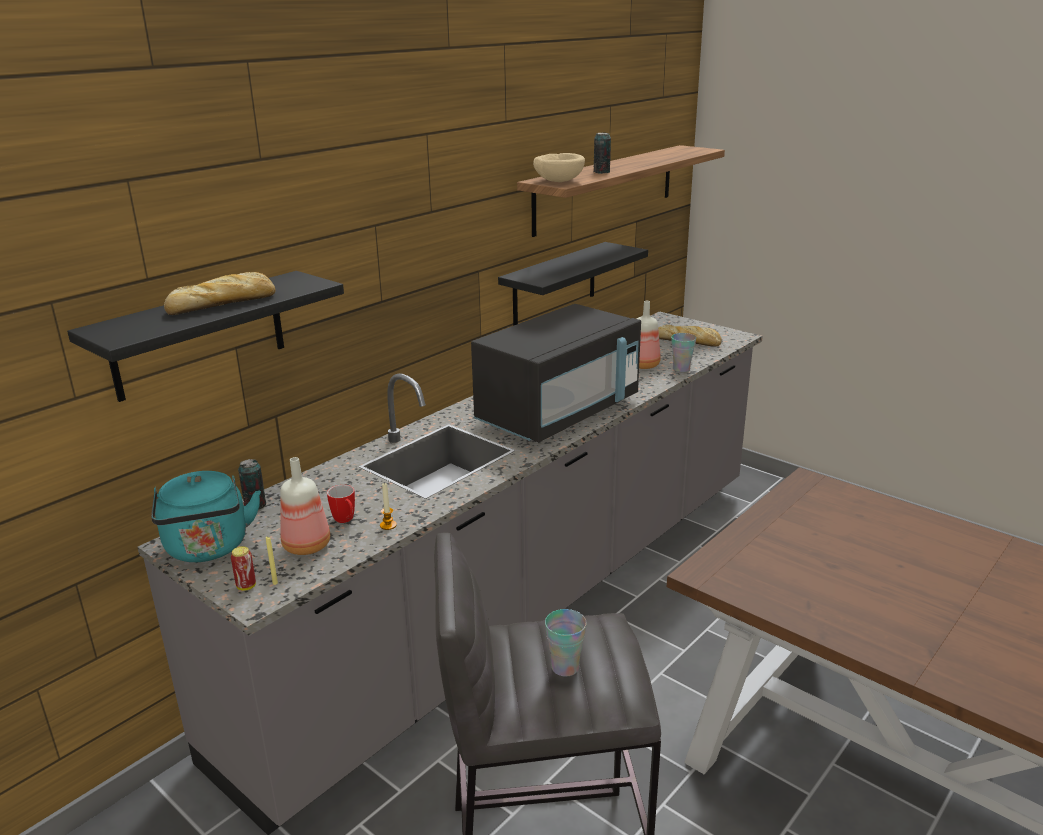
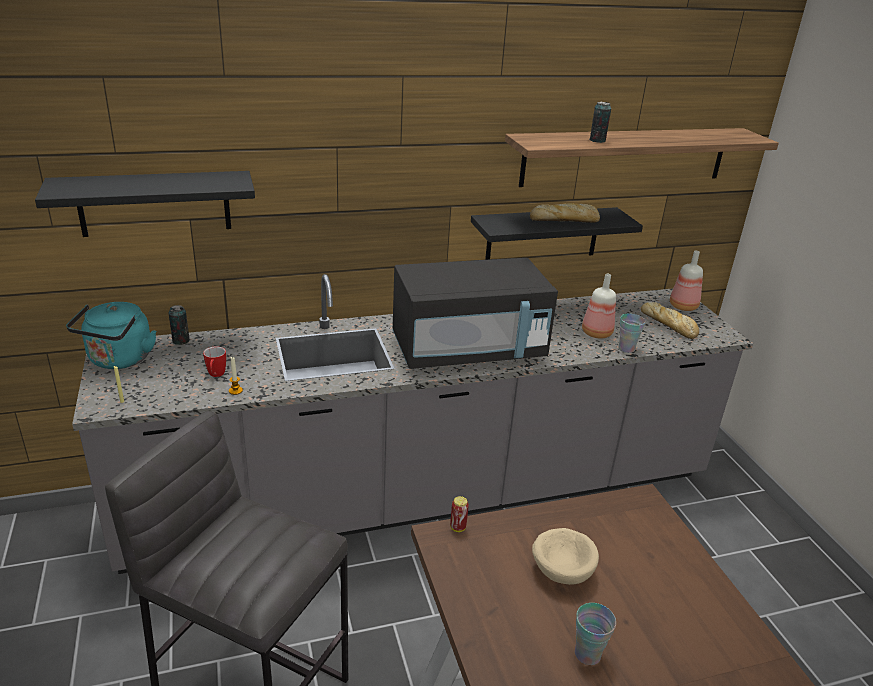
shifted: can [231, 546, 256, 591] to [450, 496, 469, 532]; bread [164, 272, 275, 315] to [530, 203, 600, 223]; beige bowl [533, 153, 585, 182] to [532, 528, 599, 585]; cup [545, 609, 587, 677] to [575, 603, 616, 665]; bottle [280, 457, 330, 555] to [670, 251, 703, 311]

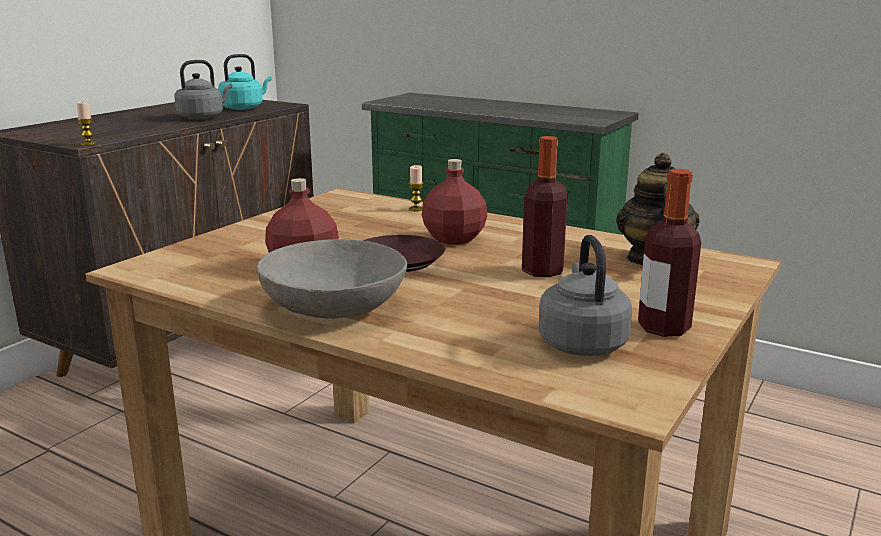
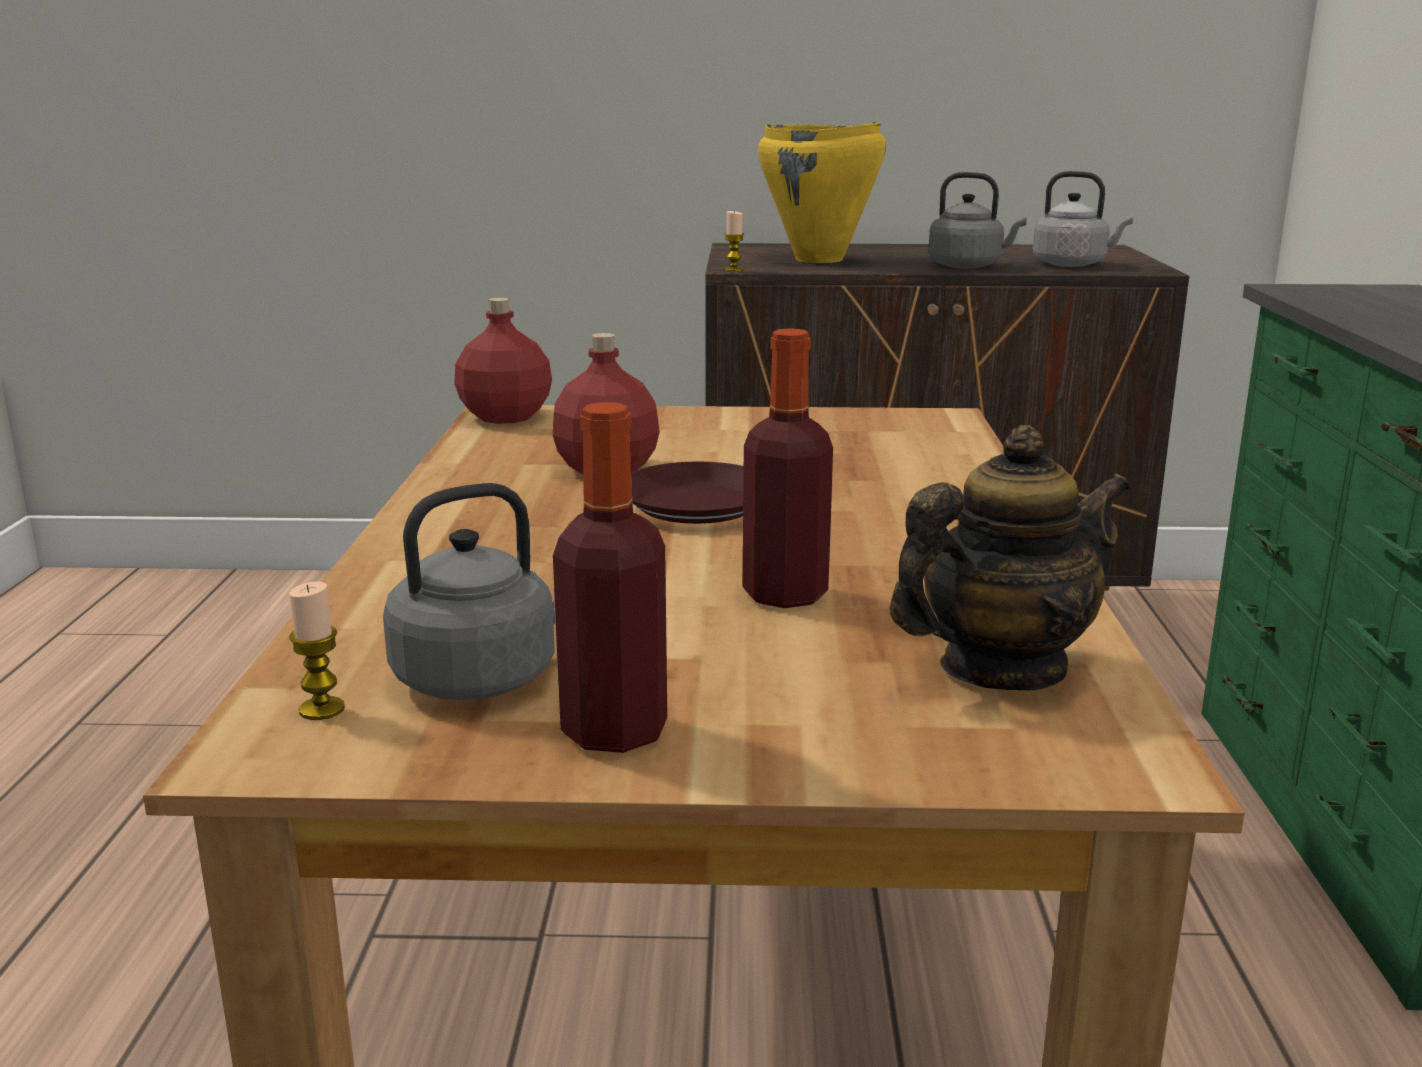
gone: grey bowl [257, 239, 407, 319]
new: yellow cooking pot [758, 122, 886, 263]
shifted: candle [409, 165, 424, 211] to [289, 581, 345, 720]; red bottle [422, 159, 487, 245] to [454, 298, 552, 424]
repainted: turquoise kettle [218, 54, 272, 110] to grey kettle [1033, 171, 1133, 267]

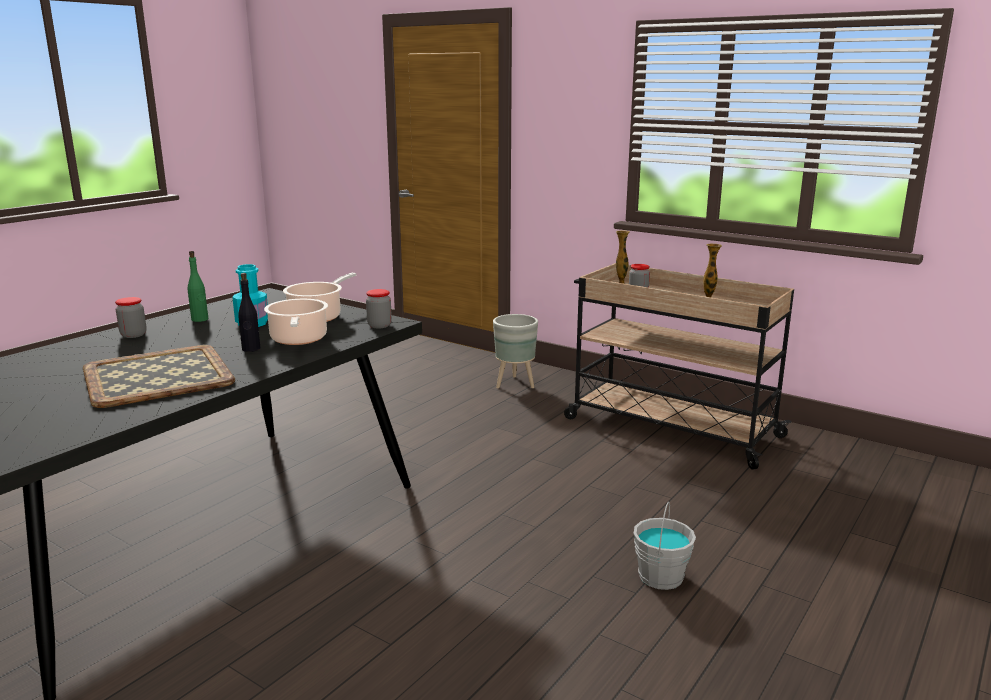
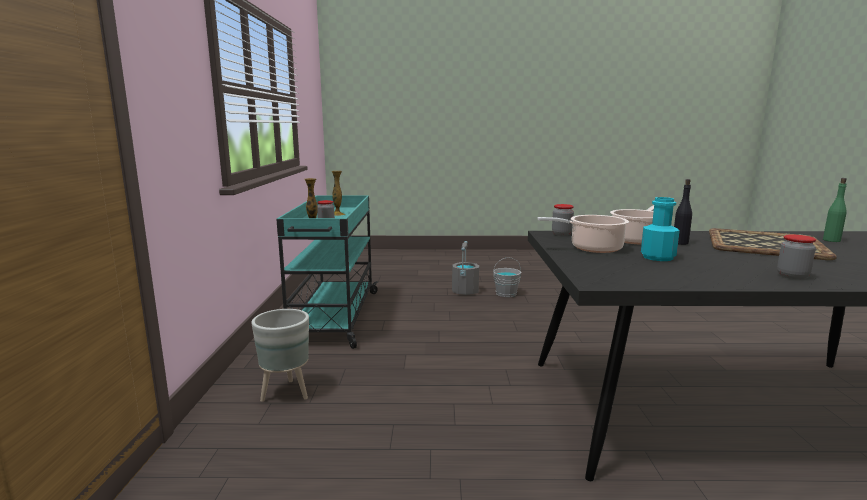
new: grey bucket [452, 241, 479, 295]
shifted: green bottle [188, 251, 208, 322] to [823, 178, 847, 242]
repainted: beige cart [564, 263, 794, 470] to turquoise cart [276, 195, 378, 349]

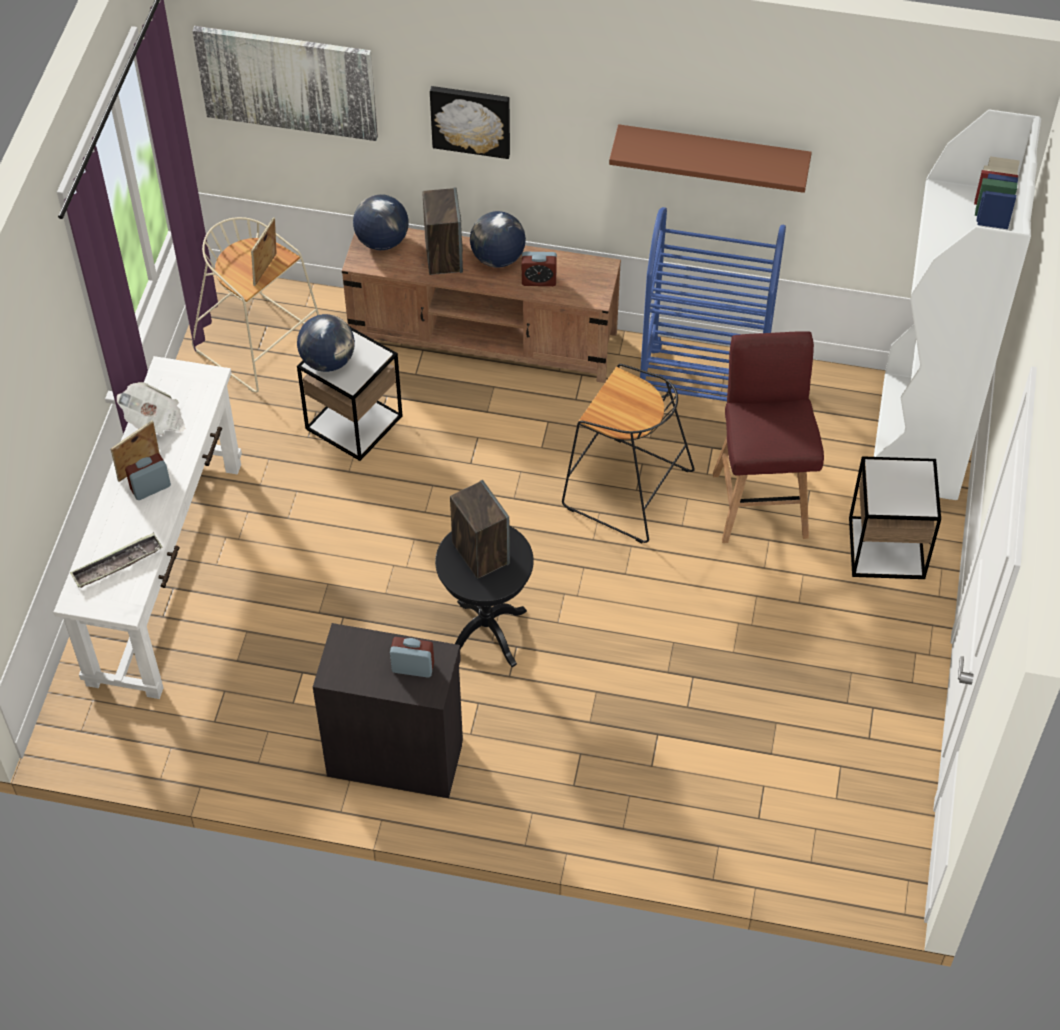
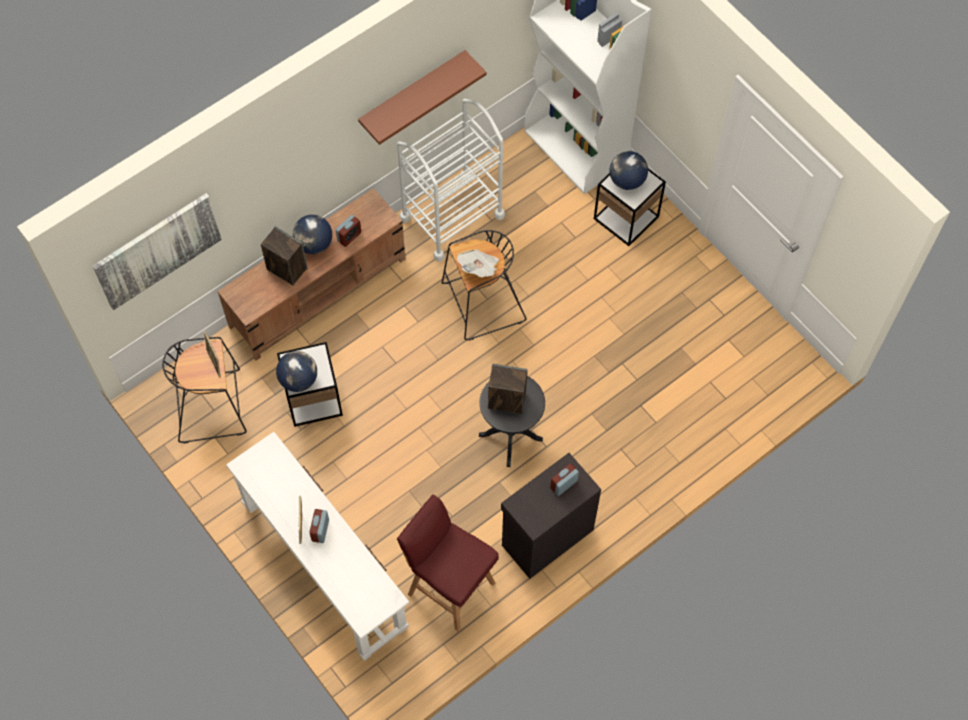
gone: tray [70, 533, 163, 588]; picture [430, 86, 510, 159]
shifted: red stool [713, 331, 824, 543] to [397, 495, 499, 631]; newspaper [117, 382, 185, 435] to [457, 249, 499, 277]; globe [353, 194, 409, 250] to [610, 151, 648, 190]
repainted: beige stool [192, 217, 319, 393] to black stool [162, 337, 247, 443]; blue cart [640, 207, 786, 401] to white cart [397, 99, 505, 262]

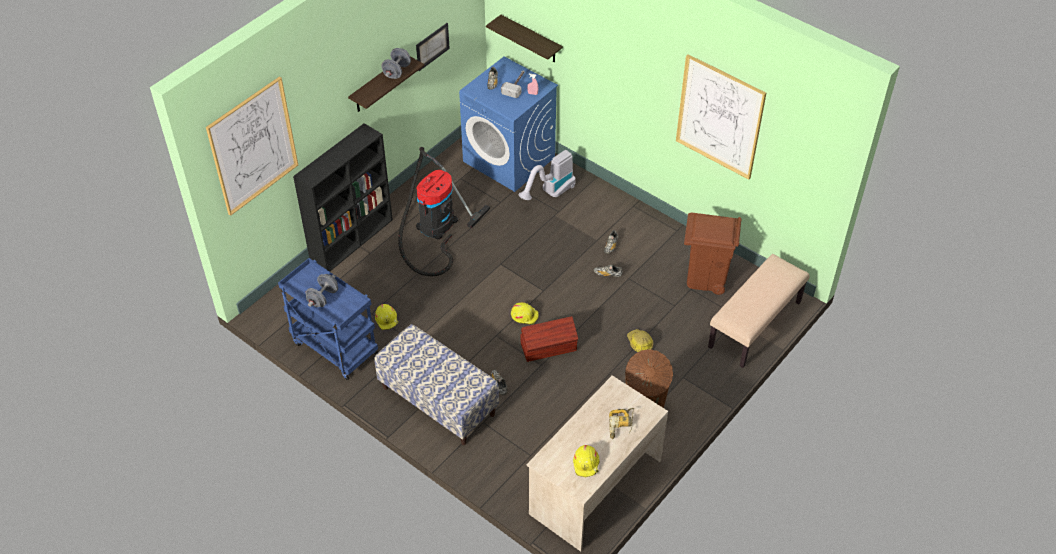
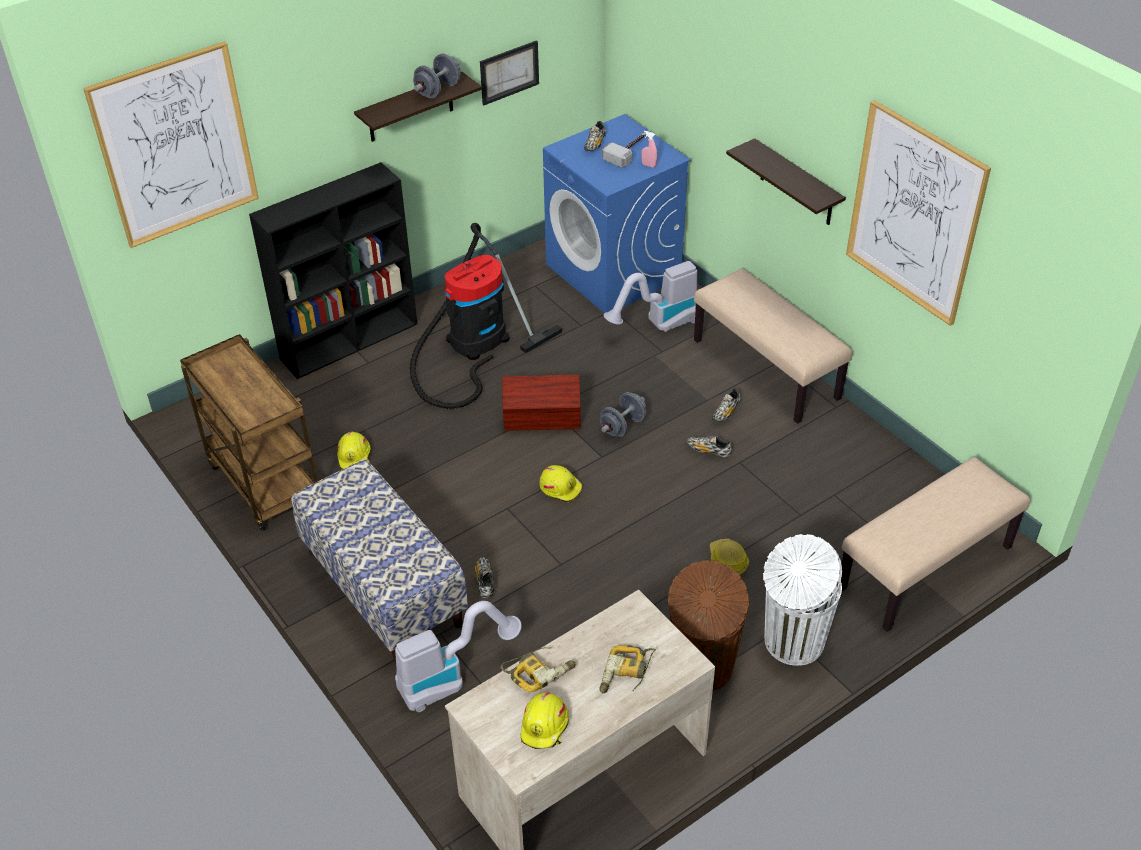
gone: brown trash can [684, 212, 742, 295]
new: vacuum cleaner [395, 601, 522, 712]; power drill [501, 647, 576, 692]; beige bench [694, 268, 852, 424]; white trash can [763, 534, 842, 666]
shifted: brown storage box [520, 316, 578, 362] to [502, 375, 581, 431]; grey dumbbell [306, 274, 338, 307] to [600, 392, 646, 437]; shelf [486, 15, 563, 62] to [726, 138, 846, 225]
repainted: blue cart [278, 258, 378, 380] to brown cart [180, 334, 317, 531]

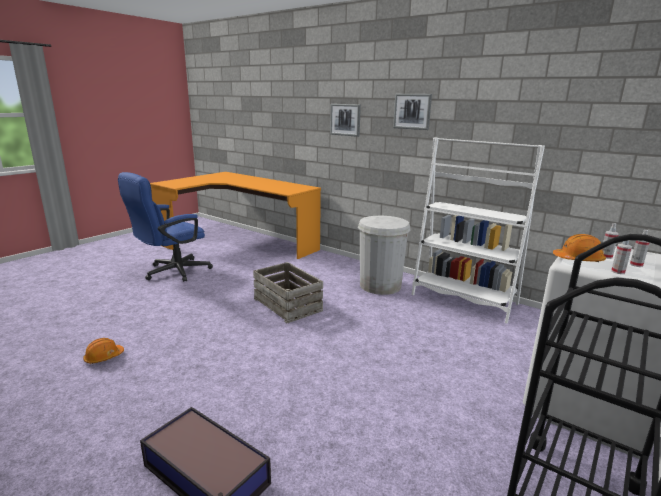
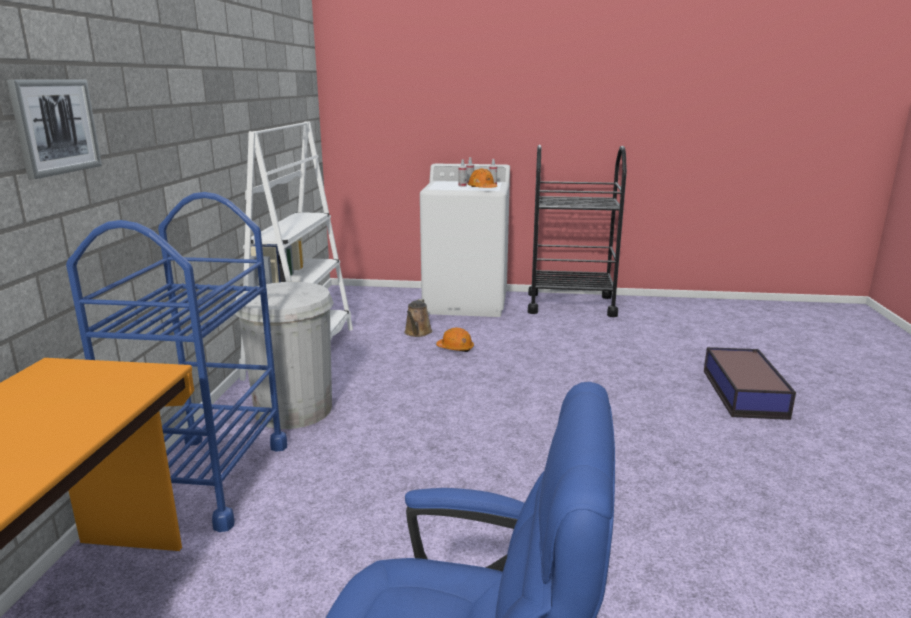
gone: crate [253, 262, 323, 323]; picture [393, 94, 432, 130]
new: blue cart [66, 192, 287, 532]; brown watering can [404, 299, 432, 337]
shifted: orange hard hat [83, 338, 124, 364] to [436, 327, 474, 352]

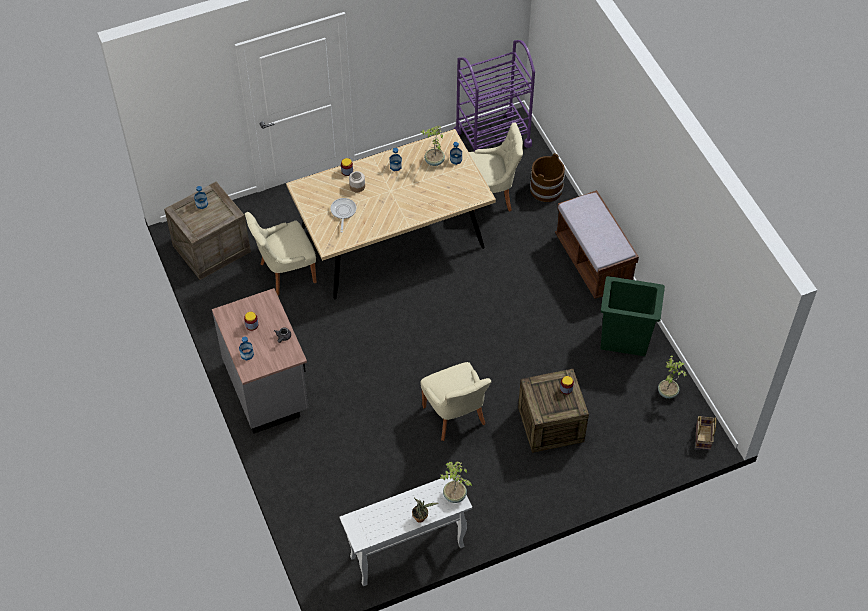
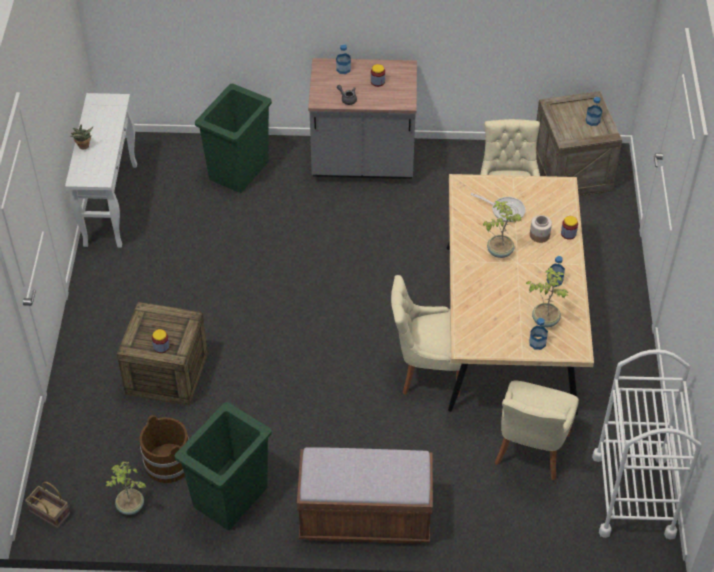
new: green trash can [195, 84, 272, 193]
shifted: brown bucket [530, 153, 565, 202] to [140, 415, 189, 483]; beige chair [420, 362, 492, 441] to [391, 275, 461, 397]; potted plant [439, 462, 472, 503] to [483, 201, 522, 258]
repainted: purple cart [454, 40, 535, 151] to white cart [592, 349, 702, 540]

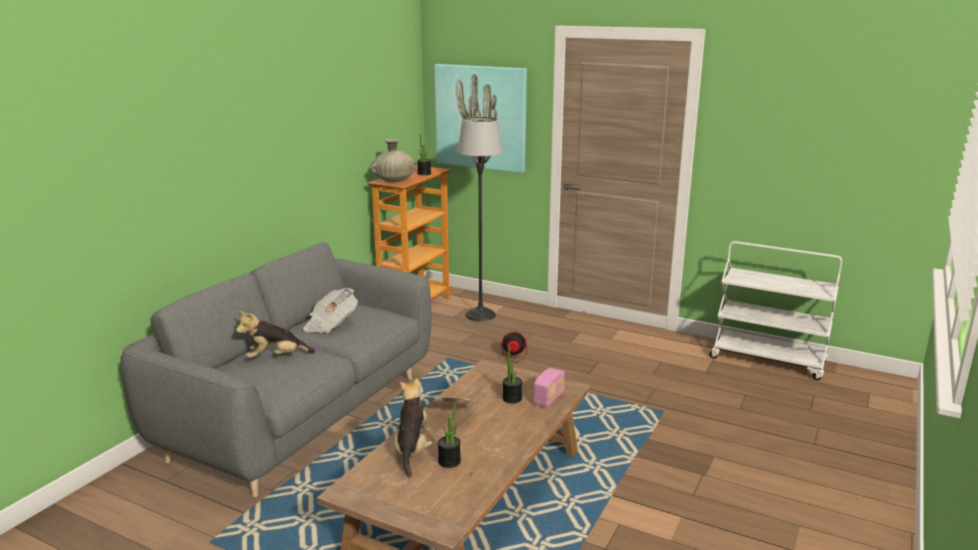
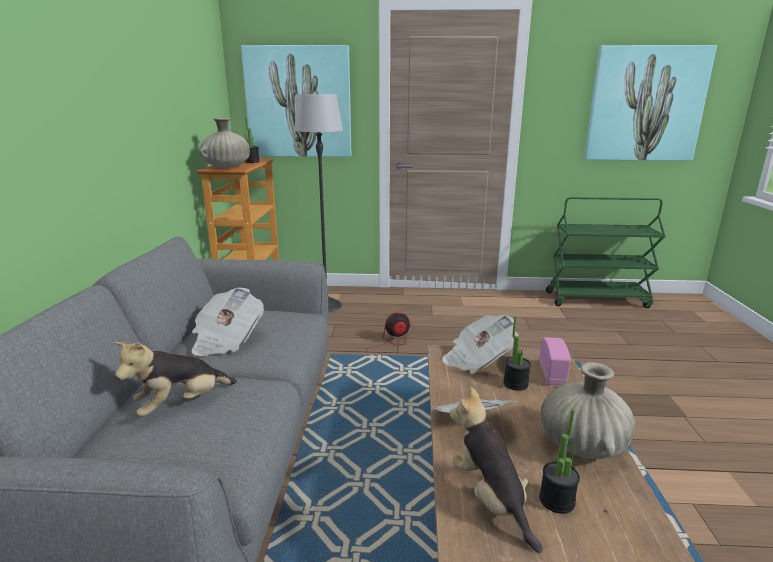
new: newspaper [442, 315, 519, 373]; beige vase [541, 362, 635, 459]; picture [584, 45, 717, 161]
repainted: white cart [709, 241, 842, 380] to green cart [546, 197, 666, 308]

